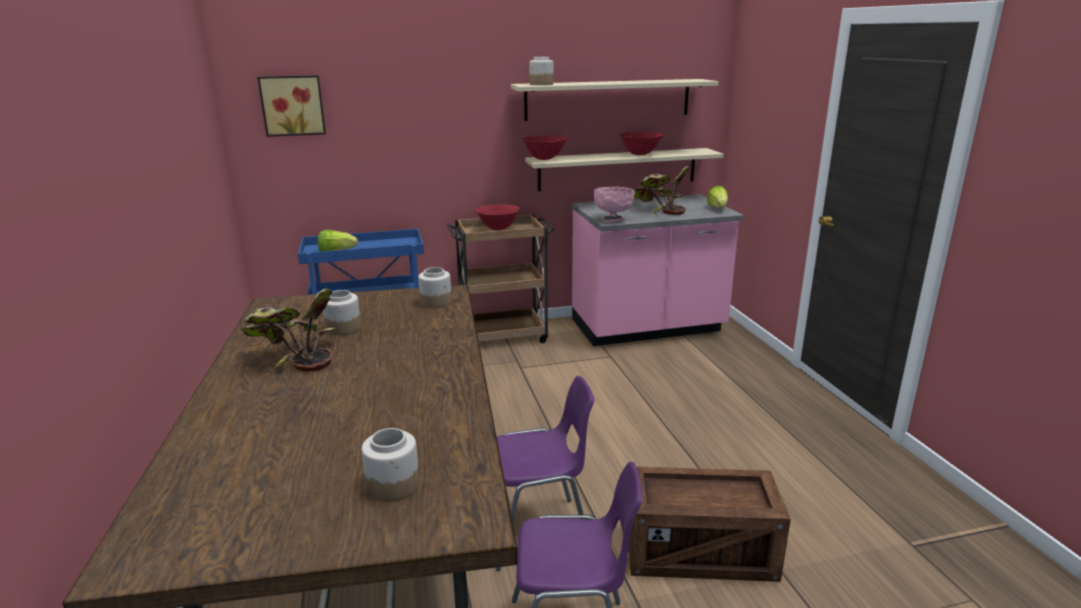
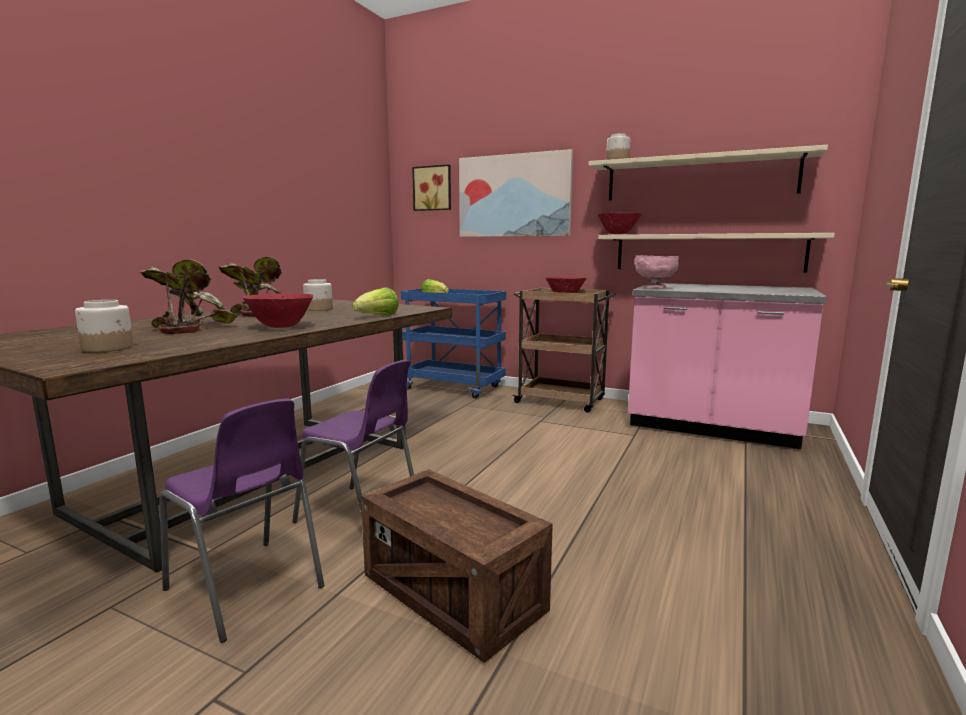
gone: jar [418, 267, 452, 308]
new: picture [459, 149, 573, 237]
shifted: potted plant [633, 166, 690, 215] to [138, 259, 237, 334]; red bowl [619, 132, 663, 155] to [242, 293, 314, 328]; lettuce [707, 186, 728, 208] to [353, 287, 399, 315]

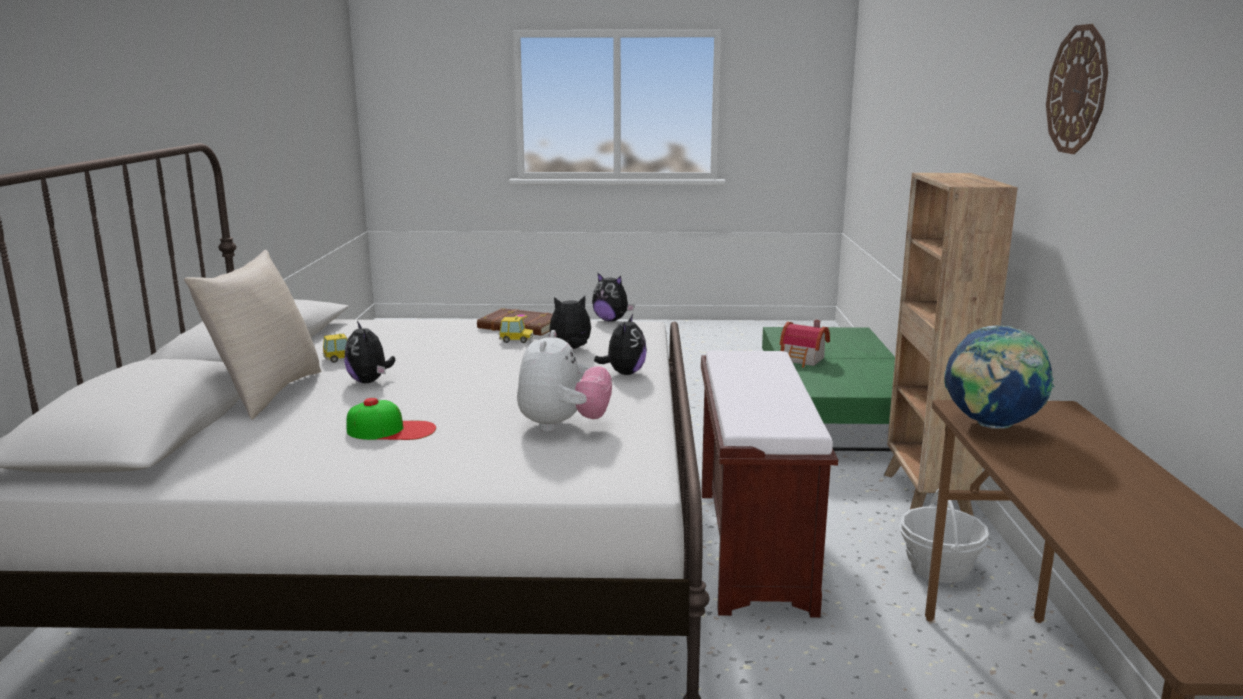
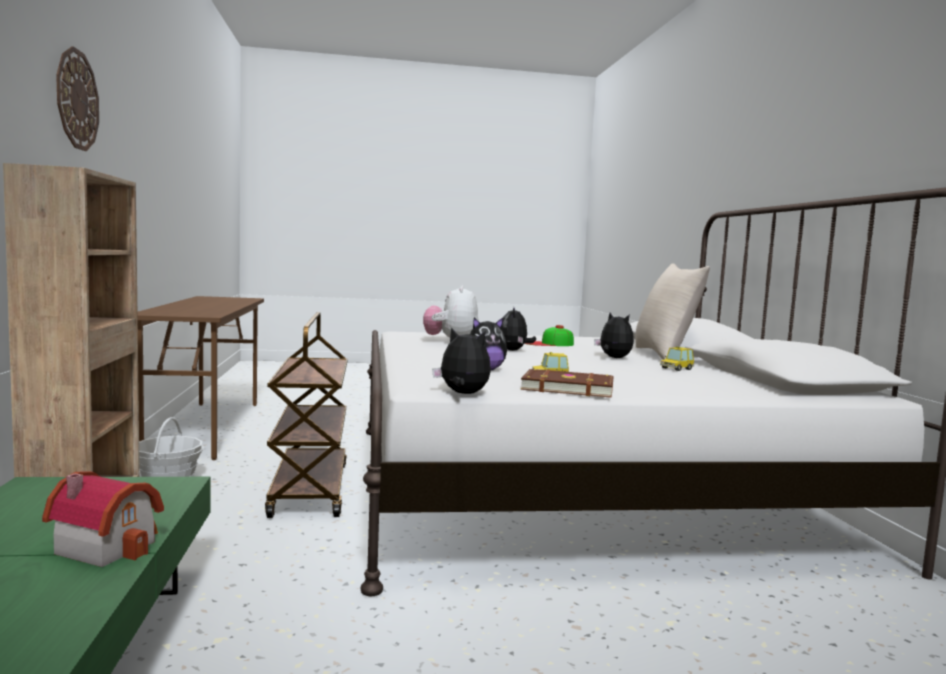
gone: globe [944, 325, 1055, 429]
shifted: plush toy [594, 314, 647, 375] to [501, 308, 536, 351]
swapped: brown bench [701, 350, 838, 617] to brown cart [265, 312, 348, 518]

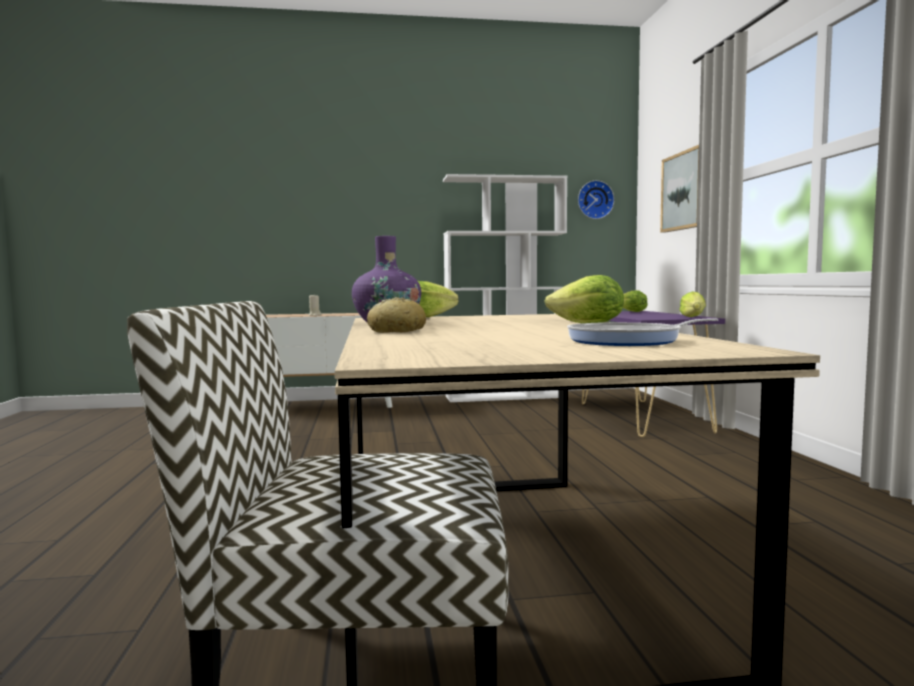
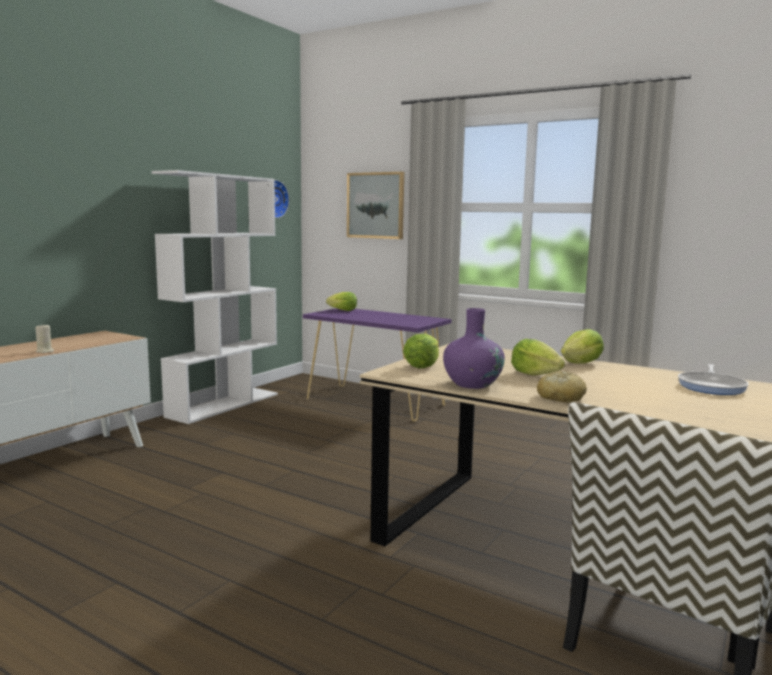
shifted: lettuce [679, 292, 706, 317] to [511, 339, 565, 375]

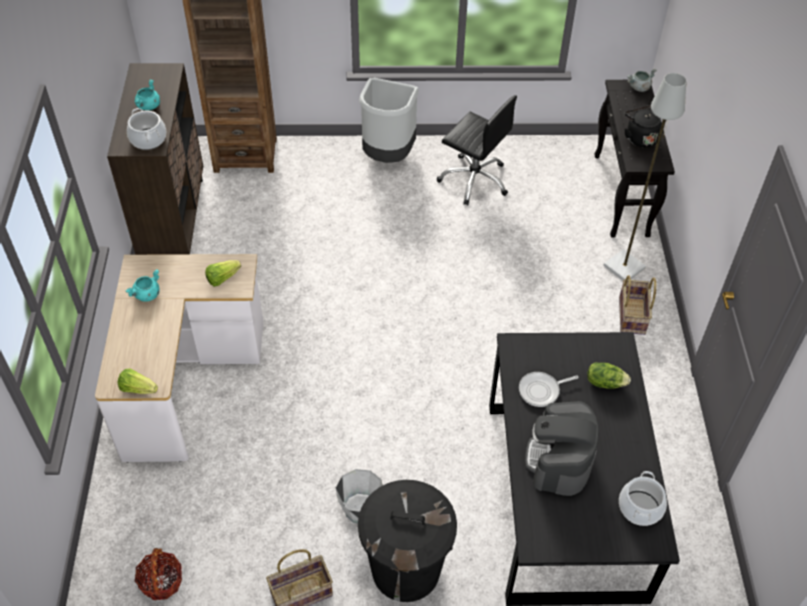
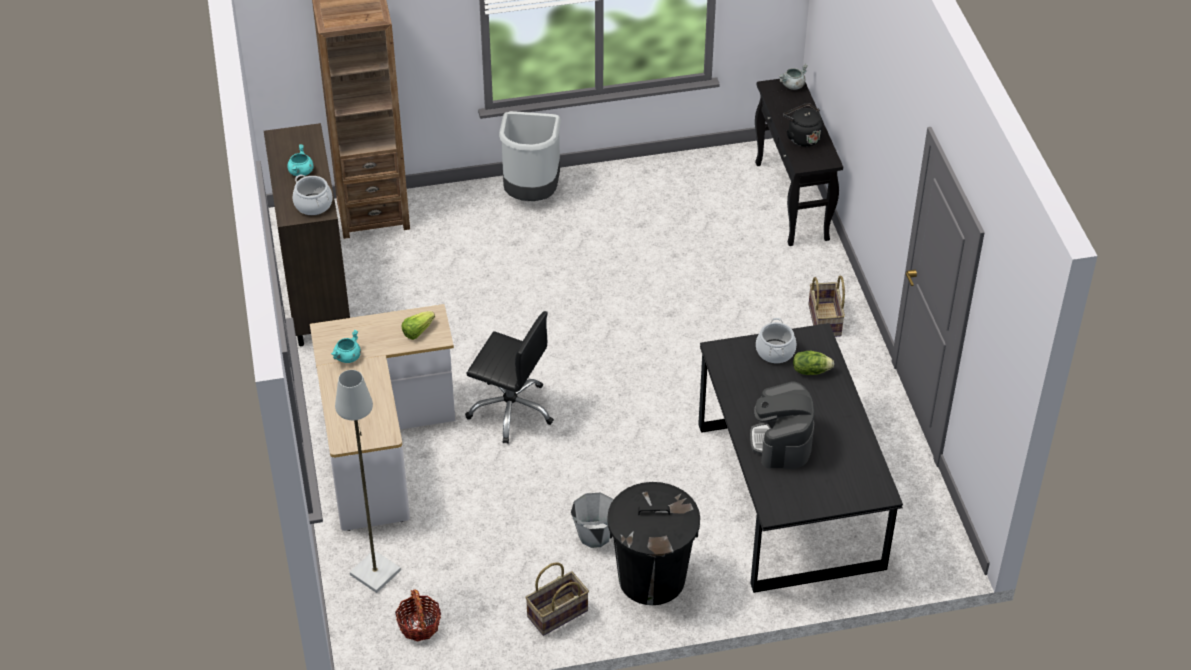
gone: lettuce [118, 369, 158, 394]; frying pan [519, 372, 578, 407]
shifted: grey floor lamp [603, 73, 686, 280] to [335, 370, 401, 593]; black office chair [437, 95, 517, 206] to [465, 311, 554, 444]; cooking pot [619, 471, 667, 526] to [756, 318, 797, 363]

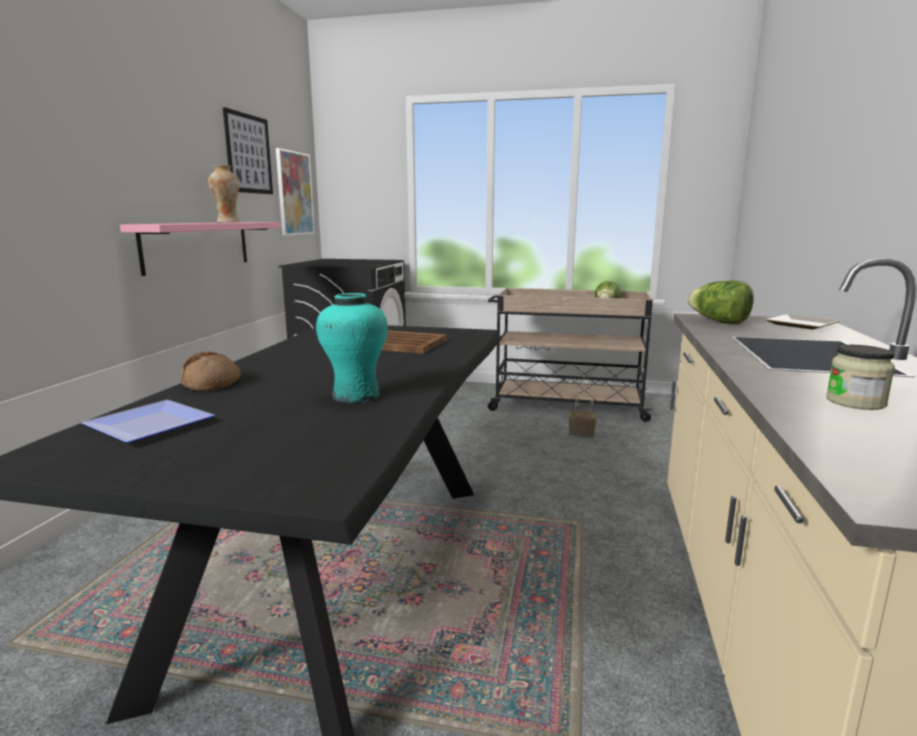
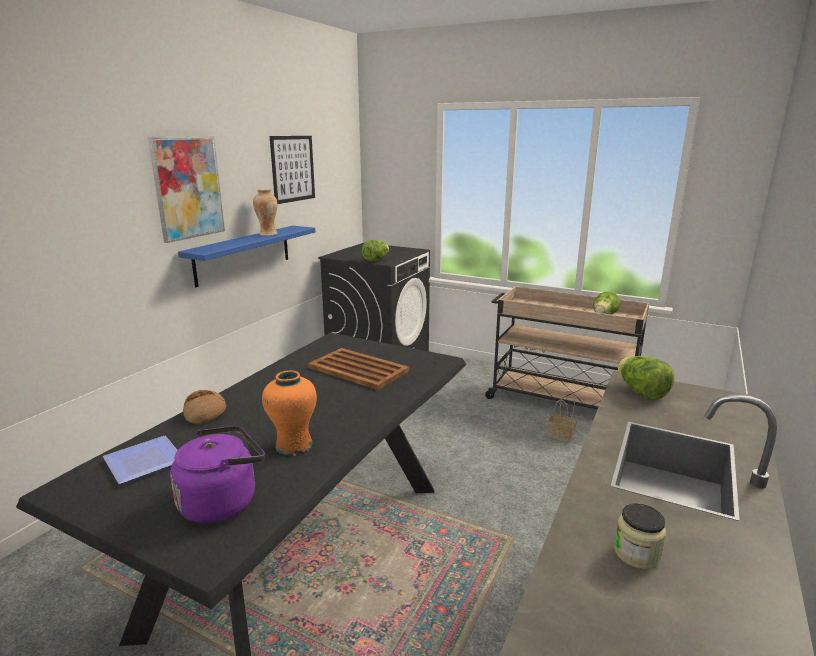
gone: plate [766, 314, 839, 330]
new: purple kettle [170, 426, 265, 524]; lettuce [362, 240, 389, 262]
shifted: picture [276, 148, 315, 236] to [148, 136, 225, 243]
repainted: pink shelf [120, 222, 281, 276] to blue shelf [178, 226, 315, 287]; turquoise vase [316, 293, 388, 404] to orange vase [262, 370, 317, 456]

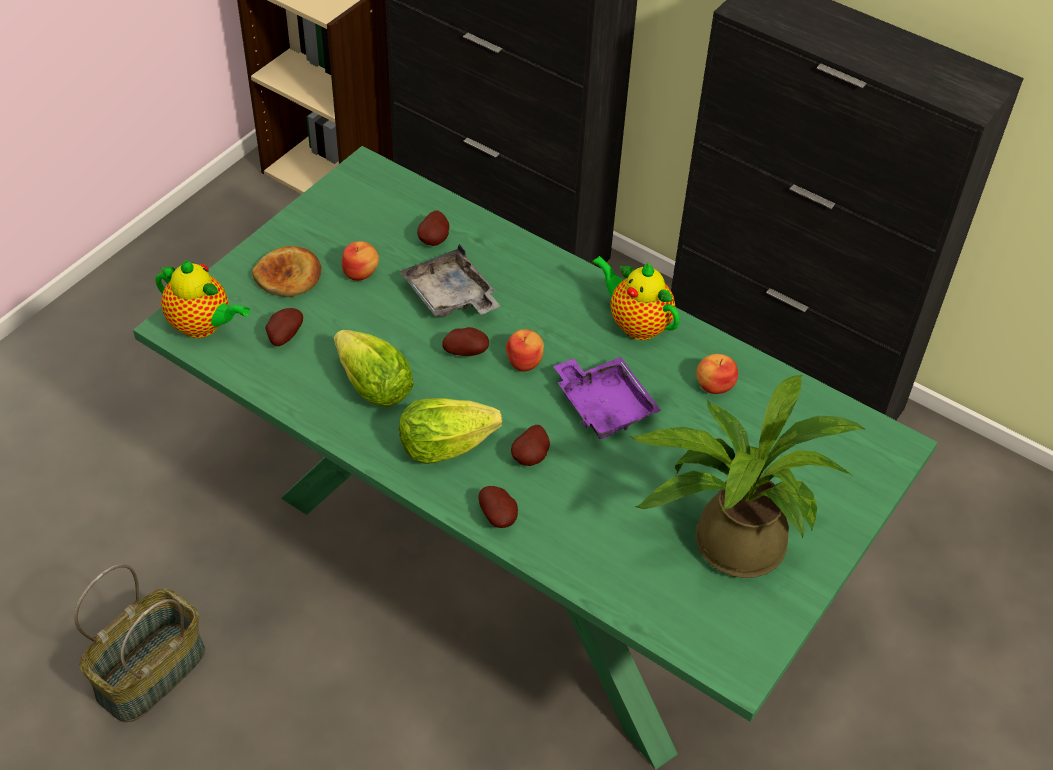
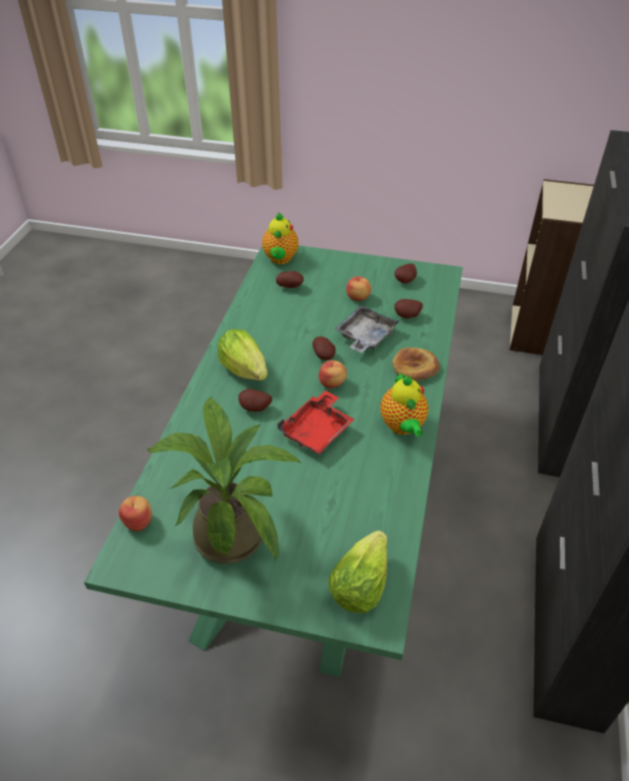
gone: basket [74, 564, 205, 723]
shifted: apple [696, 354, 738, 394] to [119, 496, 152, 531]; lettuce [334, 330, 414, 407] to [328, 531, 387, 613]; bread [252, 246, 322, 297] to [392, 347, 440, 381]; potato [478, 486, 518, 528] to [394, 263, 417, 283]
repainted: purple tray [553, 357, 661, 439] to red tray [277, 391, 354, 454]
rotated: teapot [592, 256, 680, 340] = [380, 372, 428, 437] 150 degrees clockwise

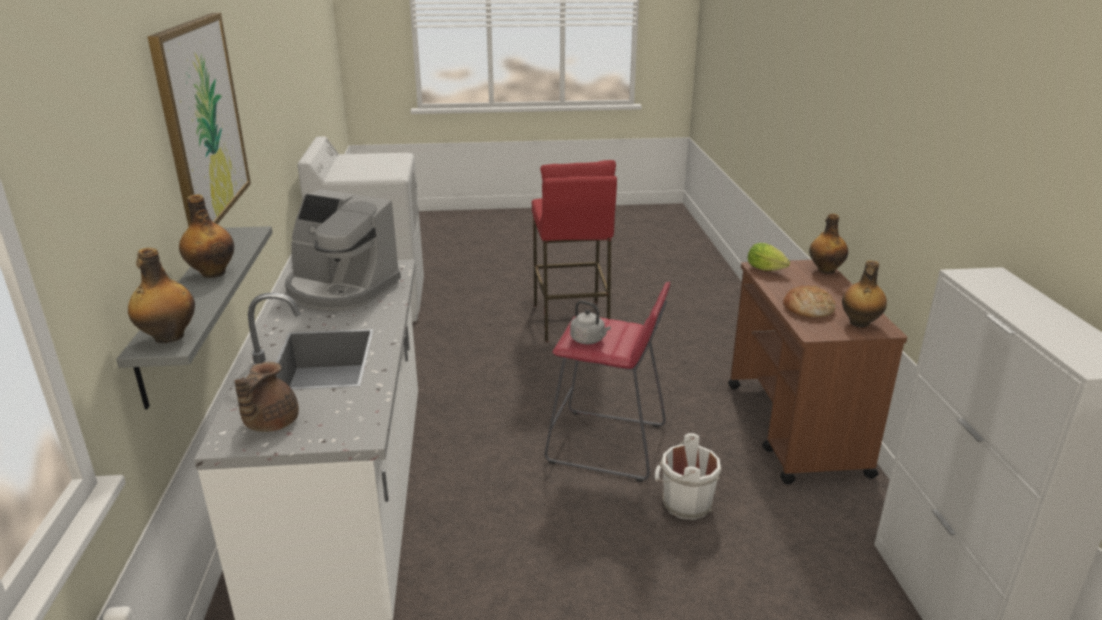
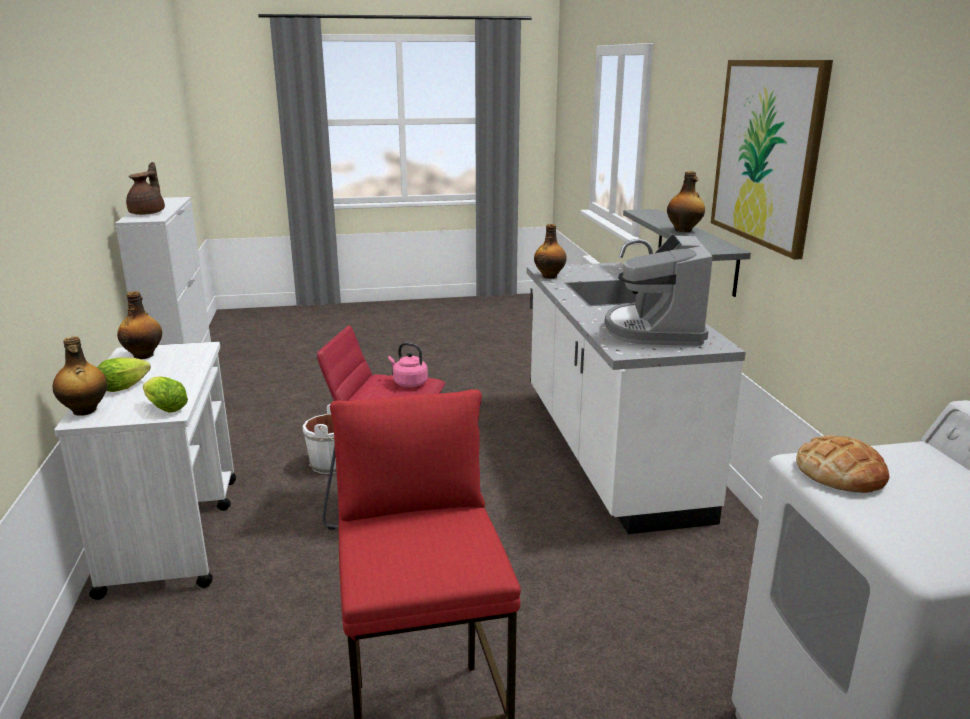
new: lettuce [97, 358, 151, 392]
shifted: brown teapot [235, 362, 299, 432] to [126, 162, 165, 215]; bottle [128, 248, 195, 343] to [534, 224, 567, 279]; bread [783, 286, 835, 318] to [796, 435, 889, 493]
repainted: brown cart [728, 260, 907, 484] to white cart [54, 342, 236, 600]; grey kettle [570, 301, 611, 344] to pink kettle [388, 342, 428, 387]
rotated: coffee machine [285, 189, 401, 311] = [605, 234, 713, 346] 105 degrees counterclockwise

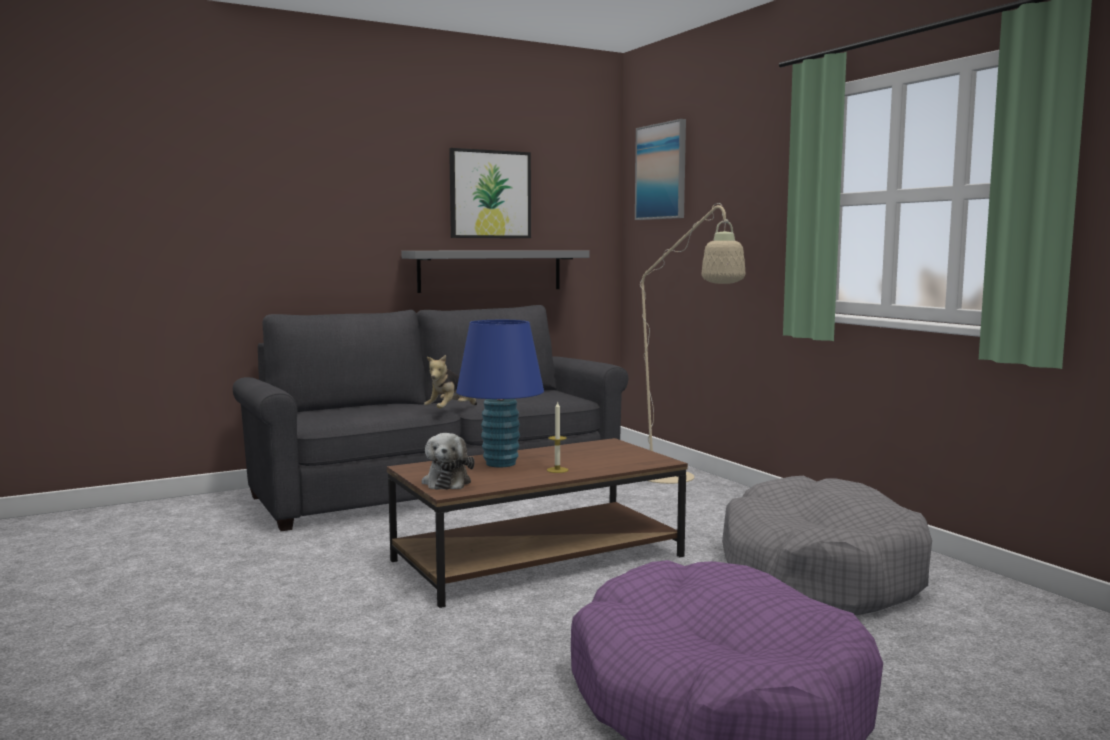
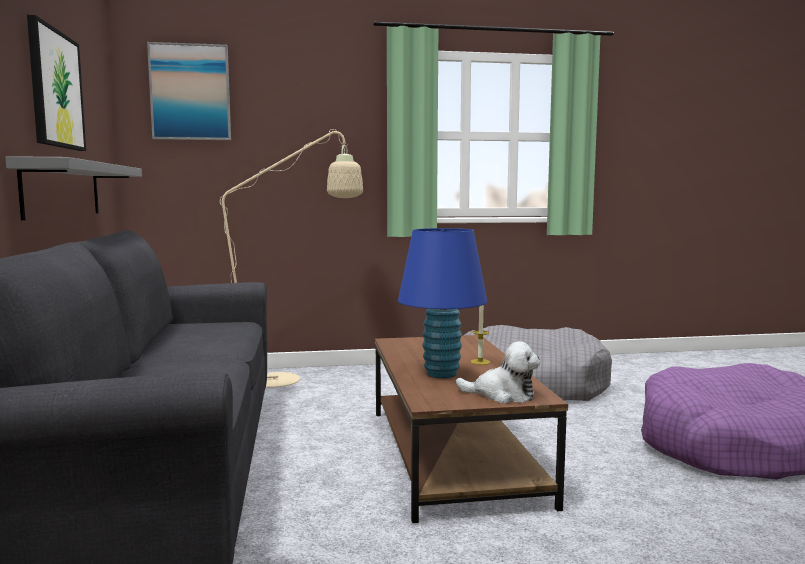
gone: plush toy [424, 355, 477, 409]

